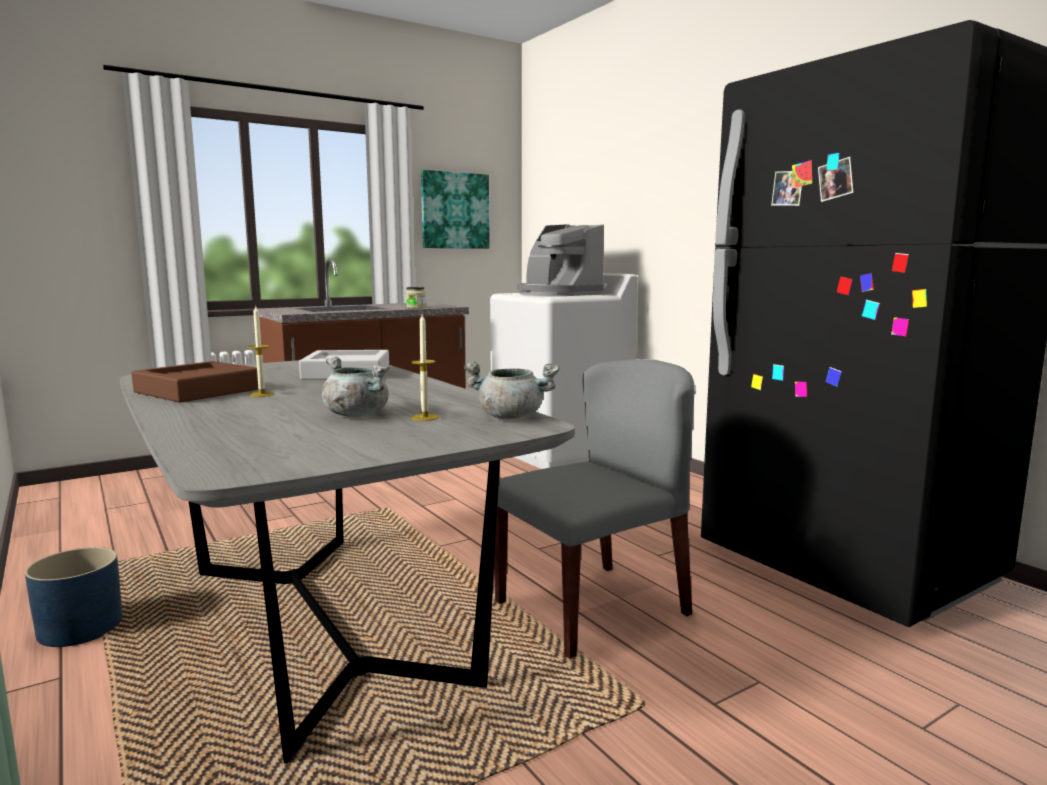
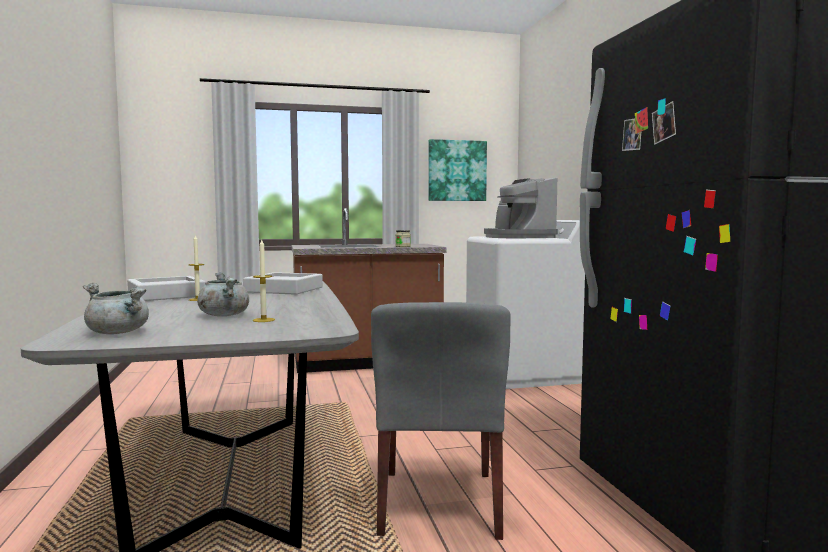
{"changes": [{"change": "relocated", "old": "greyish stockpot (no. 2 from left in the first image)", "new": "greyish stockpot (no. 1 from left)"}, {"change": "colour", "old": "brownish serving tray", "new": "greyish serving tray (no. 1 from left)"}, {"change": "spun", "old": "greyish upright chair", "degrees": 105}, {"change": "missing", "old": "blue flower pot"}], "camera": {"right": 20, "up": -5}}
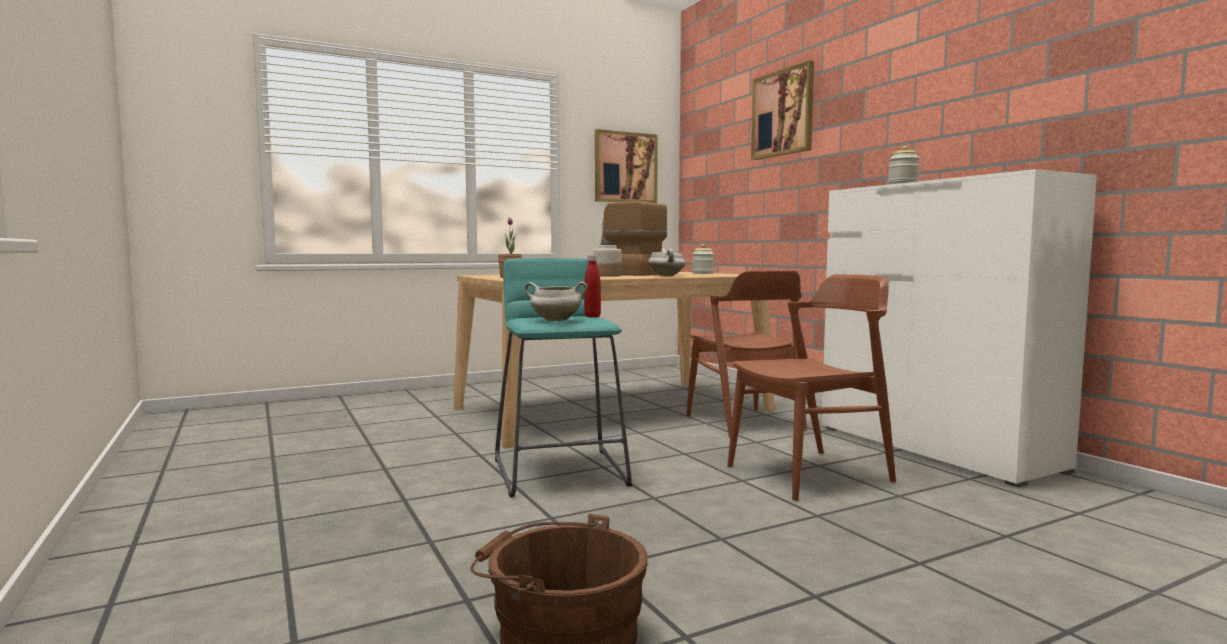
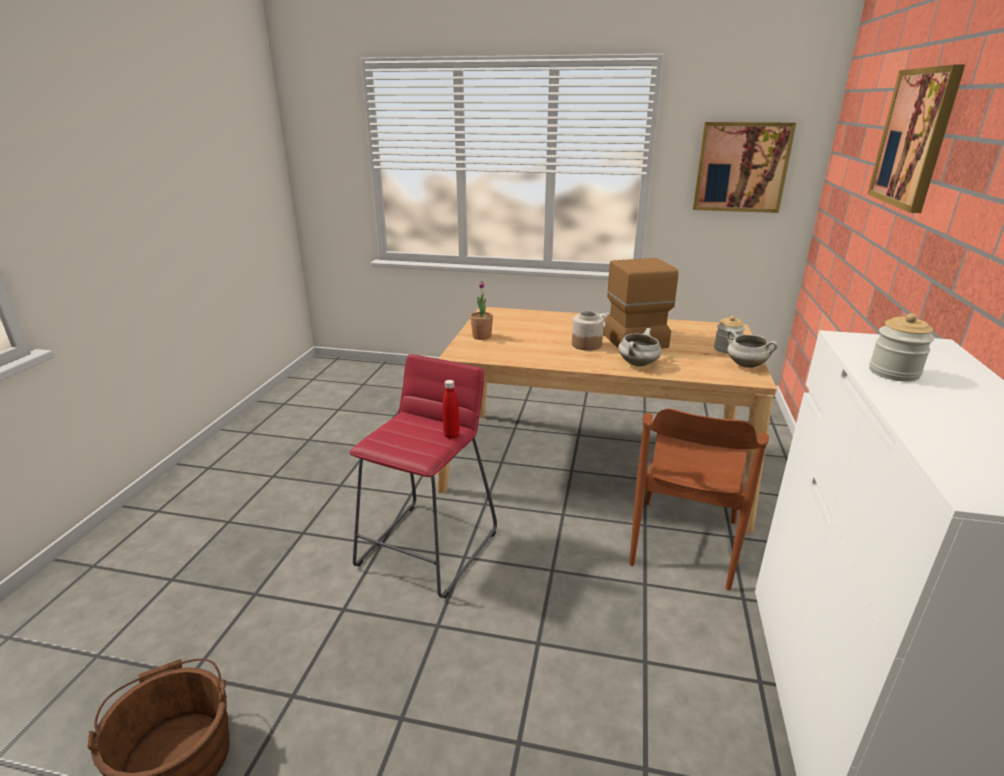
{"changes": [{"change": "colour", "old": "turquoise-coloured stool seat", "new": "reddish stool seat"}, {"change": "relocated", "old": "white-coloured stockpot (no. 1 from left in the first image)", "new": "white-coloured stockpot (no. 2 from left)"}, {"change": "missing", "old": "brownish upright chair (no. 2 from left)"}], "camera": {"right": 40, "up": 20}}
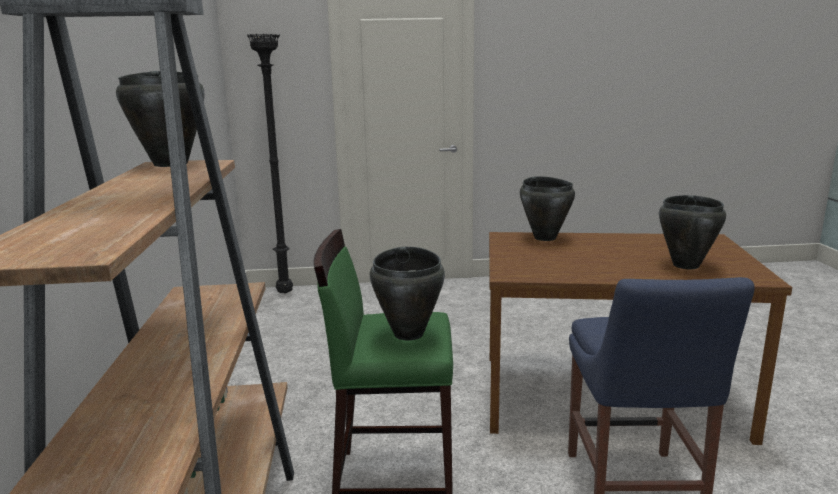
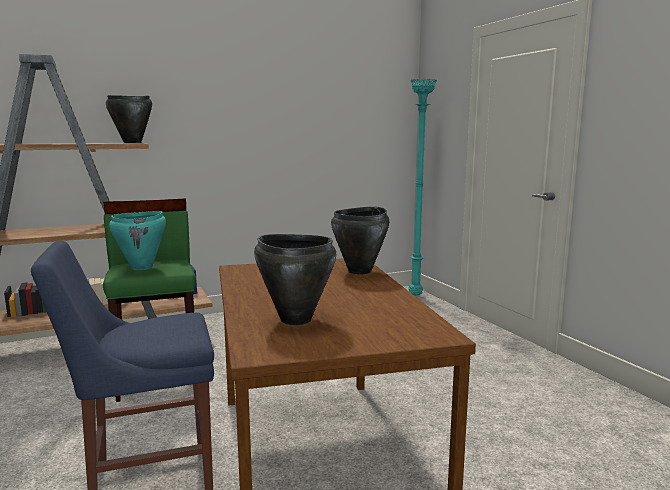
{"changes": [{"change": "colour", "old": "blackish stockpot (no. 2 from left)", "new": "turquoise-coloured stockpot"}, {"change": "colour", "old": "blackish standing lamp", "new": "turquoise-coloured standing lamp"}], "camera": {"right": 70, "up": -5}}
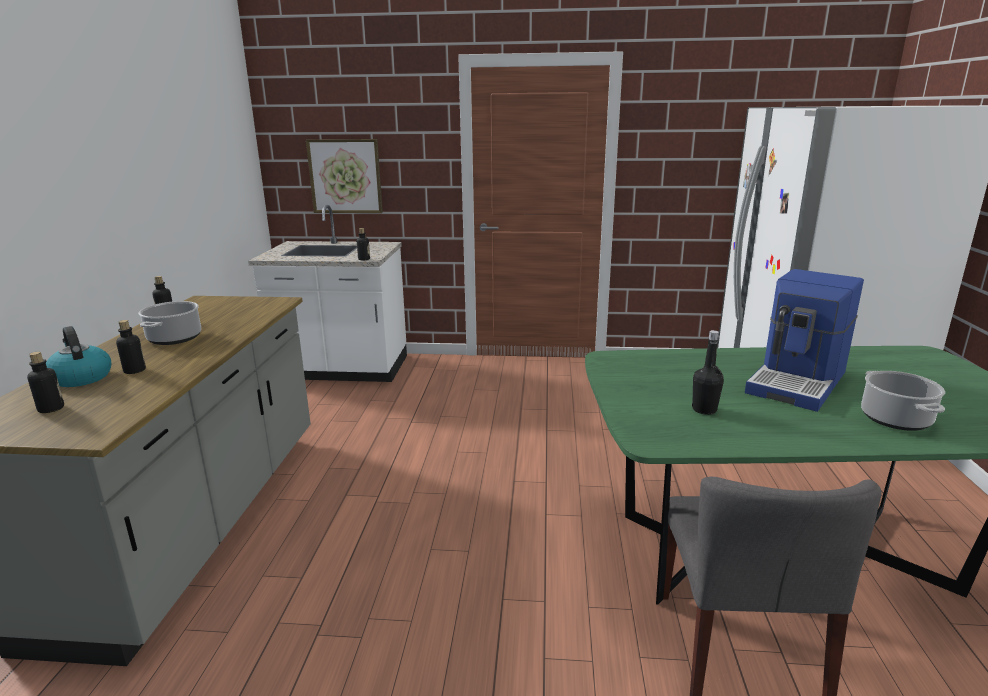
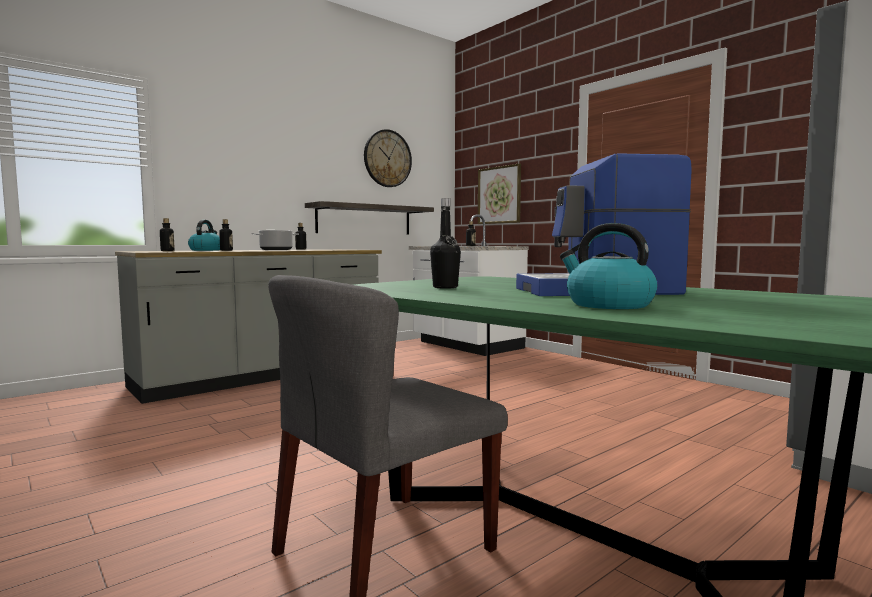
{"changes": [{"change": "appeared", "new": "shelf"}, {"change": "appeared", "new": "hanging clock"}, {"change": "exchanged", "old": "stockpot (no. 2 from left)", "new": "tea kettle (no. 2 from left)"}], "camera": {"right": 45, "up": -15}}
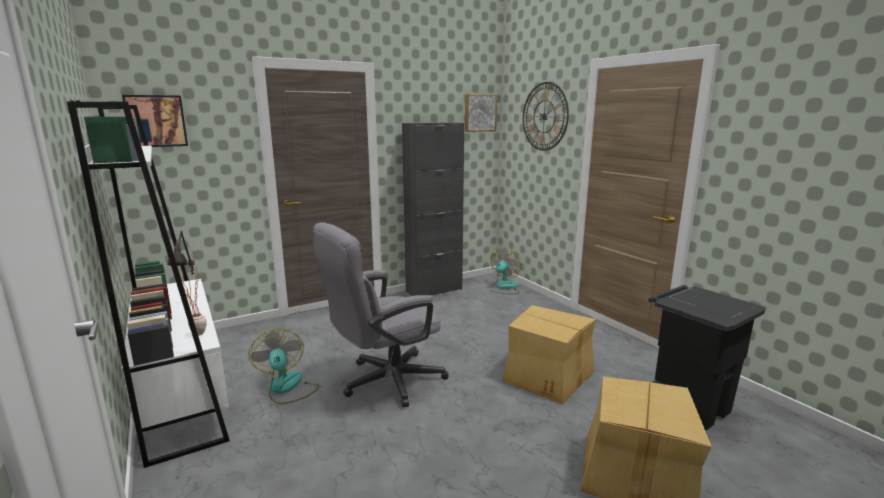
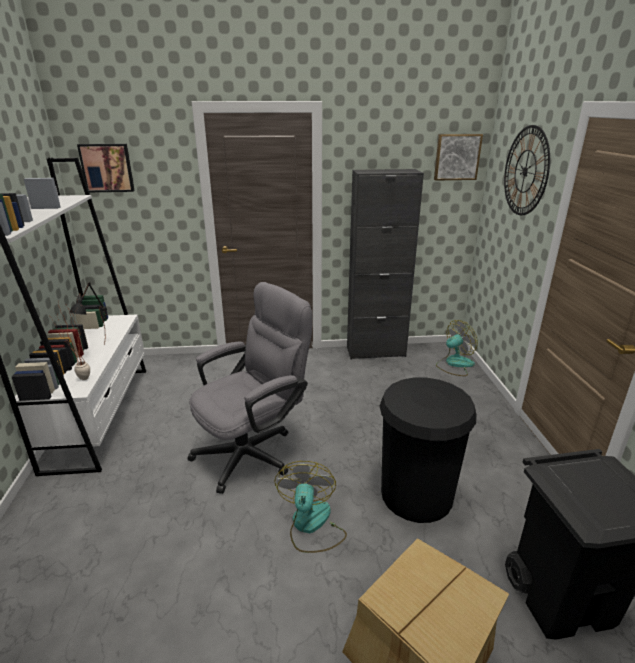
{"changes": [{"change": "spun", "old": "greyish computer chair", "degrees": 150}, {"change": "relocated", "old": "cooling fan (no. 1 from left)"}, {"change": "exchanged", "old": "packing box (no. 1 from left)", "new": "blackish rubbish bin (no. 1 from left)"}], "camera": {"right": 25, "up": 10}}
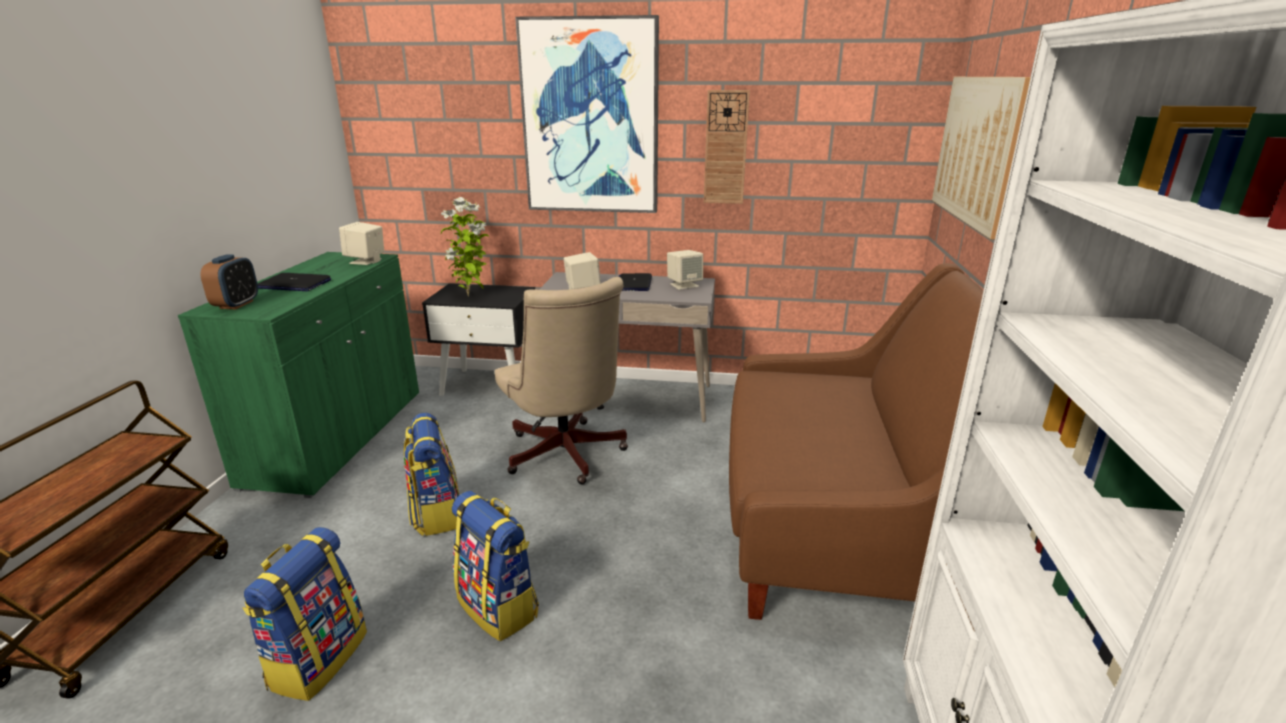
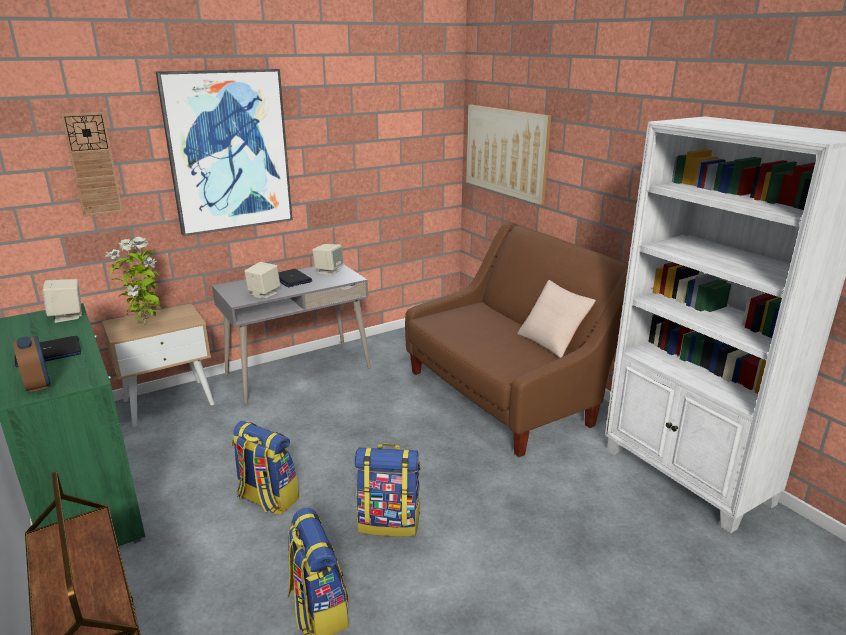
{"changes": [{"change": "relocated", "old": "hanging clock"}, {"change": "colour", "old": "blackish bedside table", "new": "sand-coloured bedside table"}, {"change": "appeared", "new": "sand-coloured cushion"}, {"change": "missing", "old": "sand-coloured computer chair"}], "camera": {"right": -40, "up": 0}}
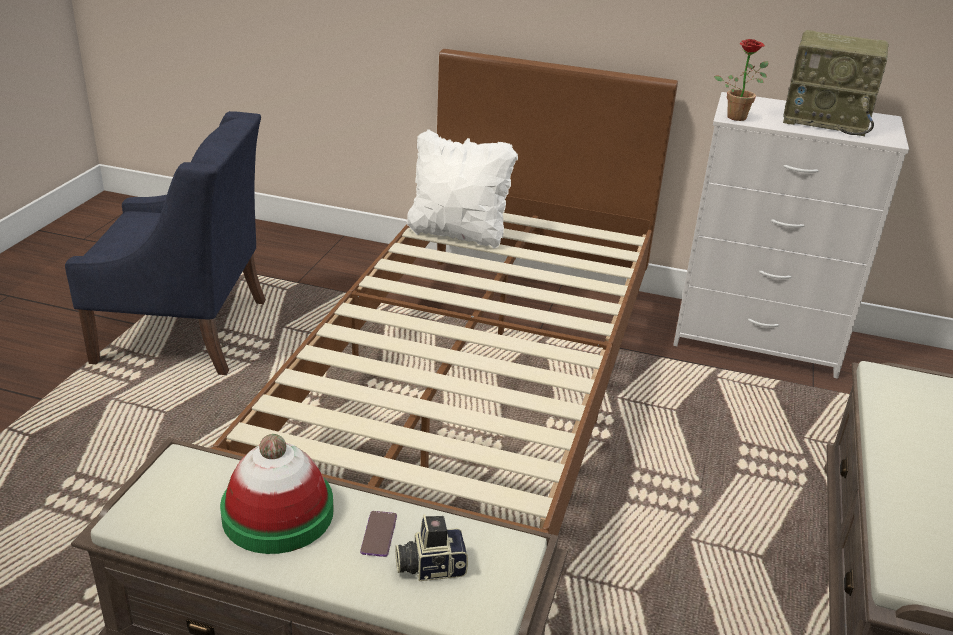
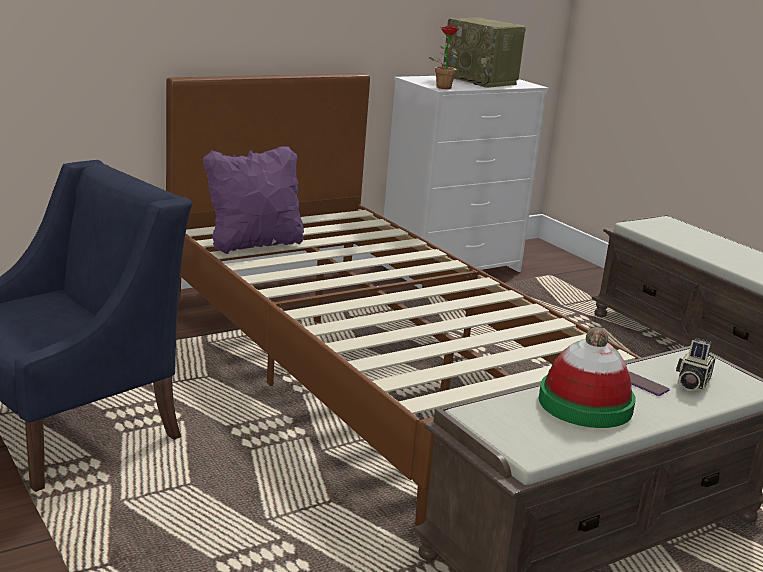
{"changes": [{"change": "colour", "old": "white-coloured cushion", "new": "purplish cushion"}, {"change": "spun", "old": "radio set", "degrees": 75}], "camera": {"right": -50, "up": -10}}
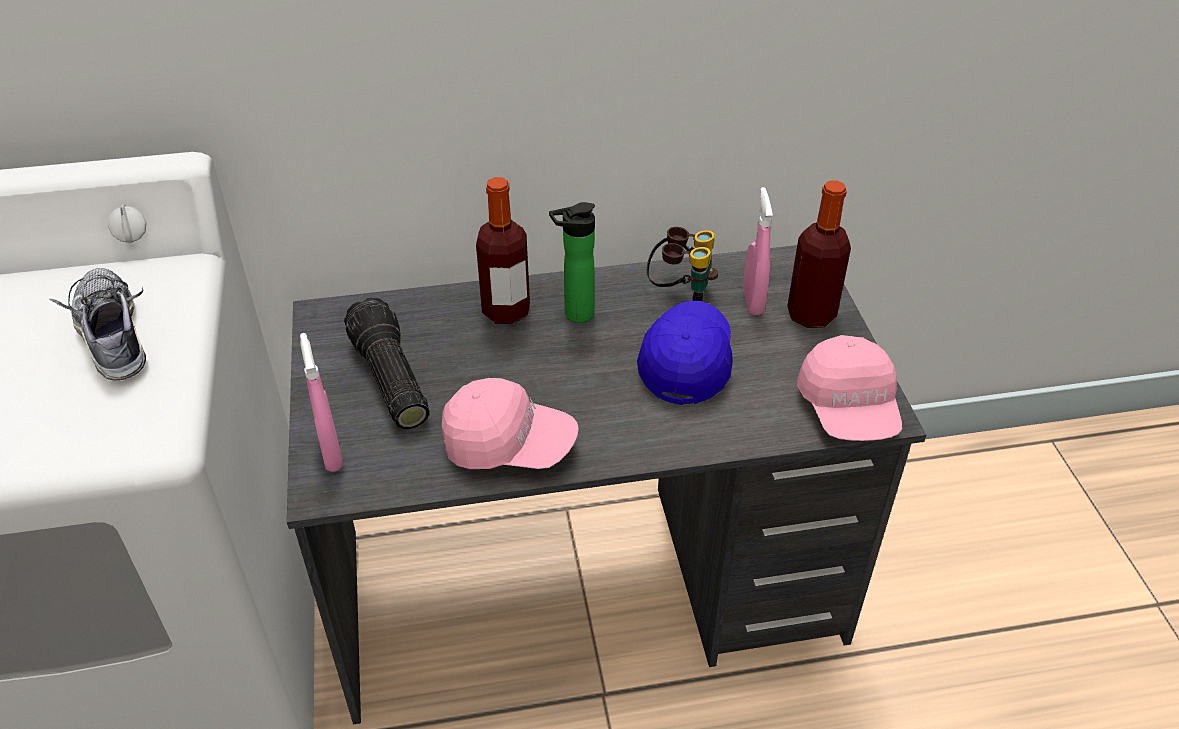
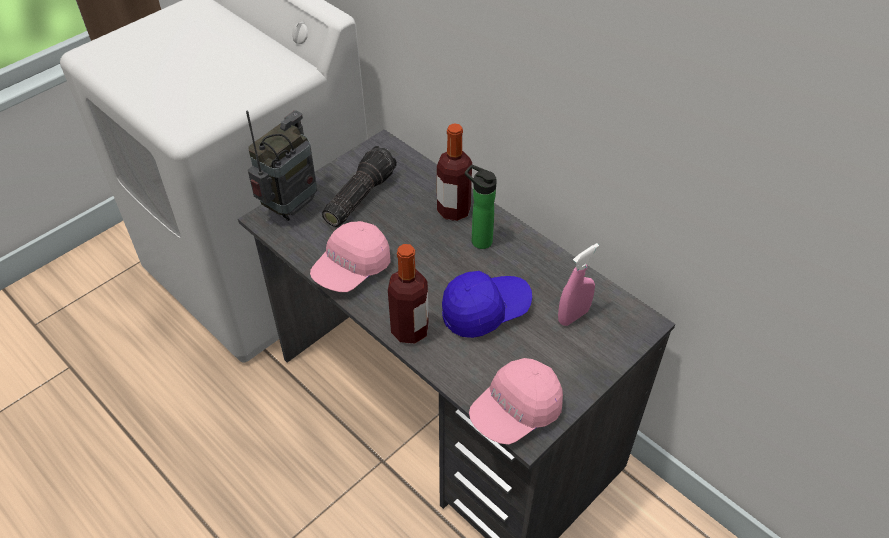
{"changes": [{"change": "exchanged", "old": "pink spray bottle (no. 1 from left)", "new": "radio set"}, {"change": "spun", "old": "pink baseball cap (no. 1 from left)", "degrees": 60}, {"change": "relocated", "old": "drink bottle (no. 3 from left in the first image)", "new": "drink bottle (no. 1 from left)"}, {"change": "missing", "old": "item of footwear"}, {"change": "missing", "old": "binoculars"}], "camera": {"right": 55, "up": 5}}
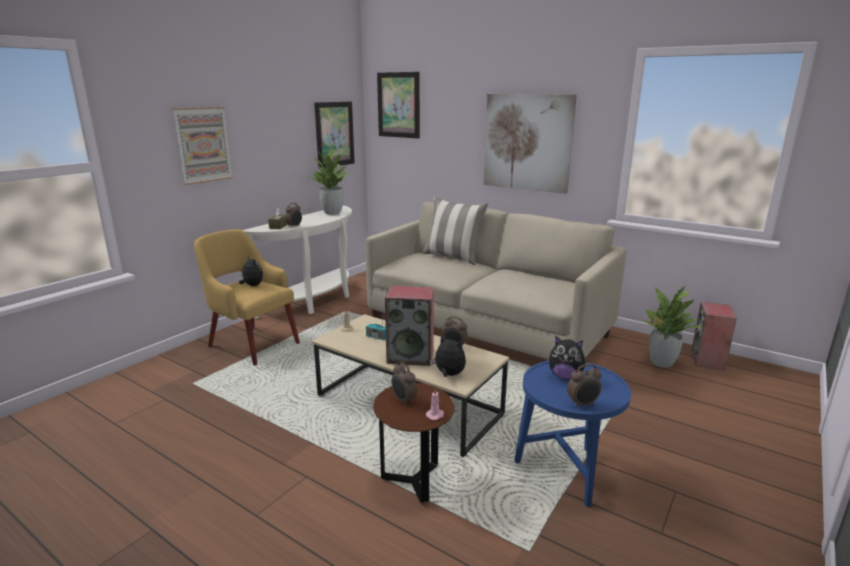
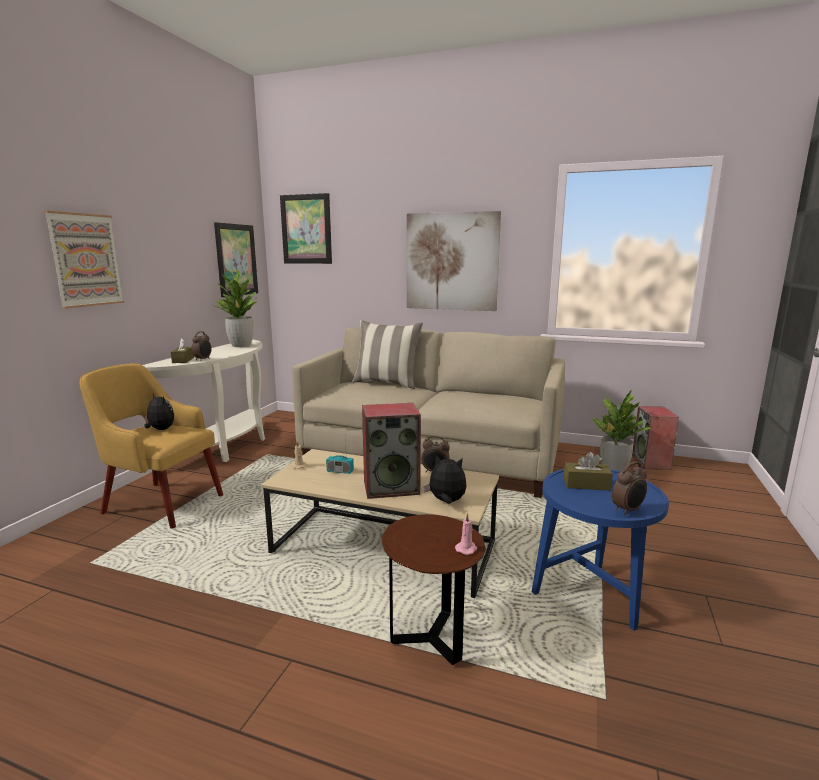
{"changes": [{"change": "exchanged", "old": "plush toy (no. 3 from left)", "new": "brownish tissue holder (no. 2 from left)"}, {"change": "missing", "old": "table clock (no. 2 from left)"}], "camera": {"right": -15, "up": -5}}
